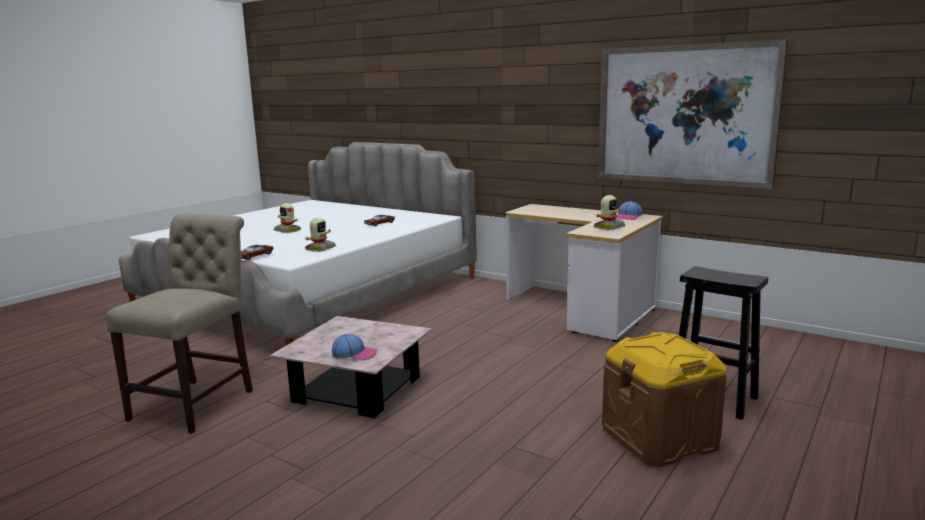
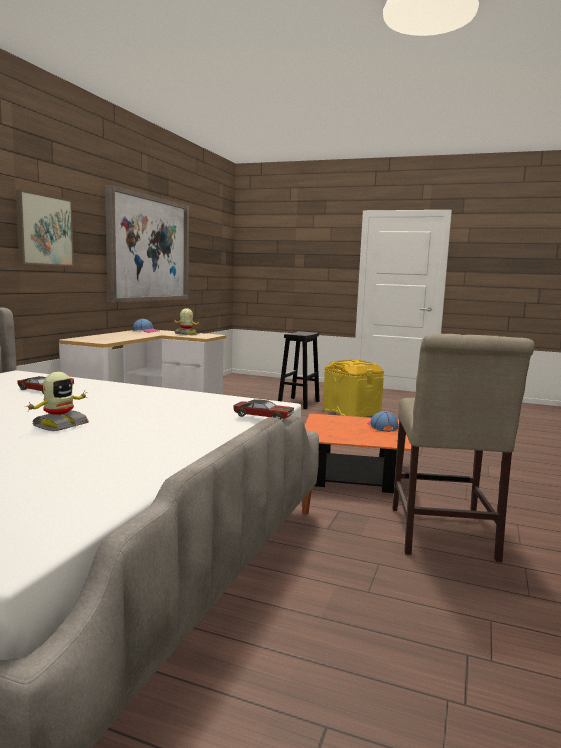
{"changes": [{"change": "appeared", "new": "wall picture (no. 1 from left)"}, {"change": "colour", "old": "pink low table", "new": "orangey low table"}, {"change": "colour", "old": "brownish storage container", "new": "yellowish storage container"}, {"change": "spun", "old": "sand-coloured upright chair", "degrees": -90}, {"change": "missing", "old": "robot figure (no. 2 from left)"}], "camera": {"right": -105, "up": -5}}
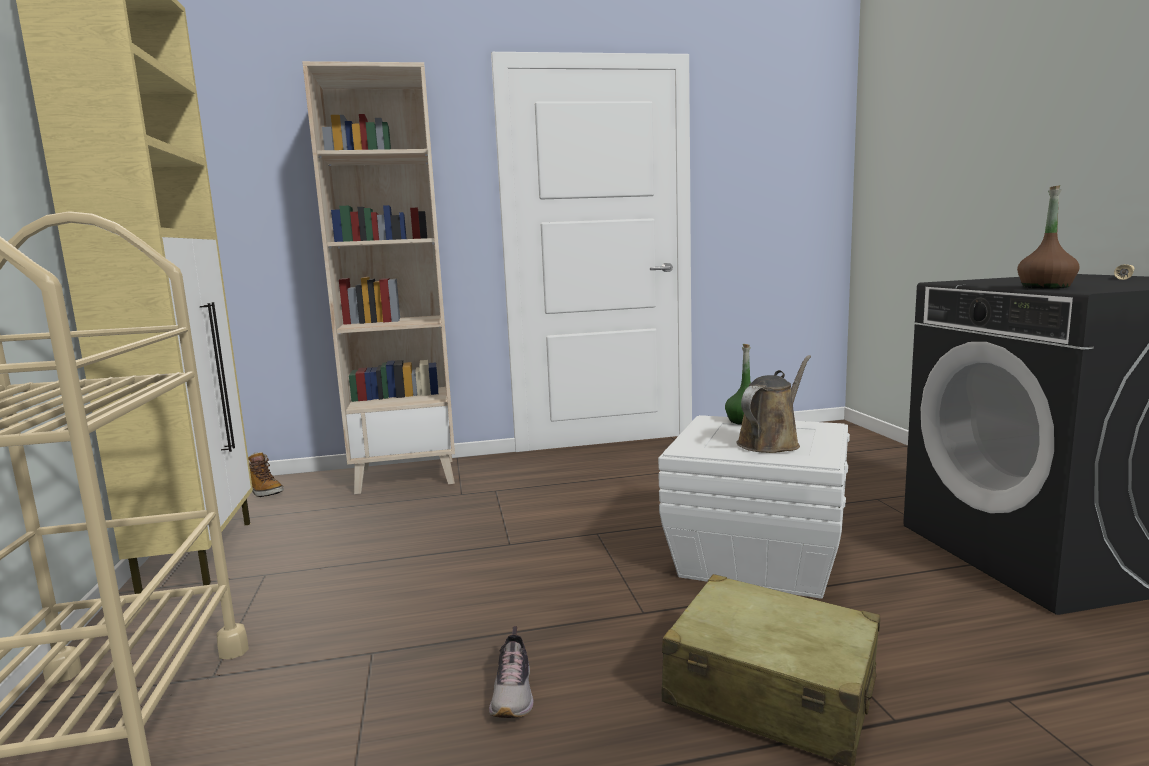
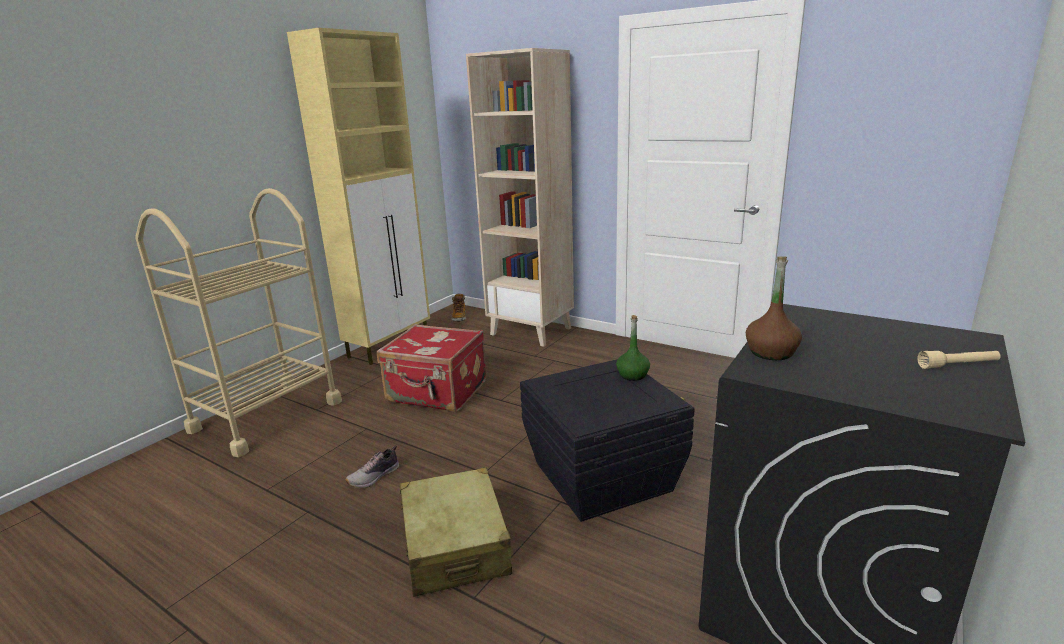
{"changes": [{"change": "appeared", "new": "reddish suitcase"}, {"change": "colour", "old": "white-coloured storage container", "new": "blackish storage container"}, {"change": "missing", "old": "brownish watering pot"}], "camera": {"right": 45, "up": 10}}
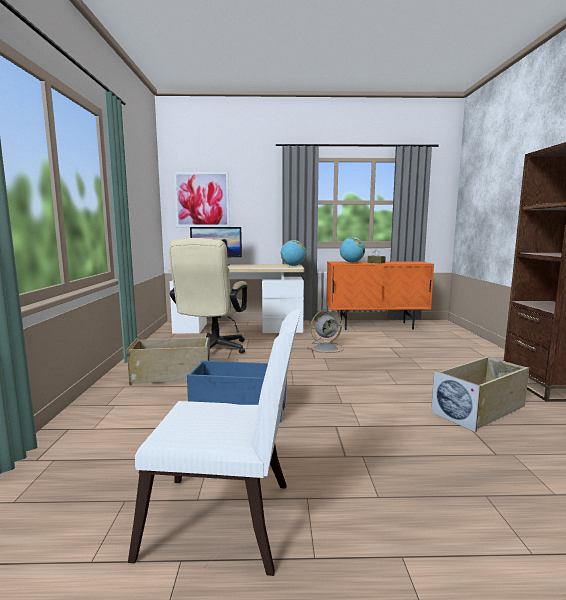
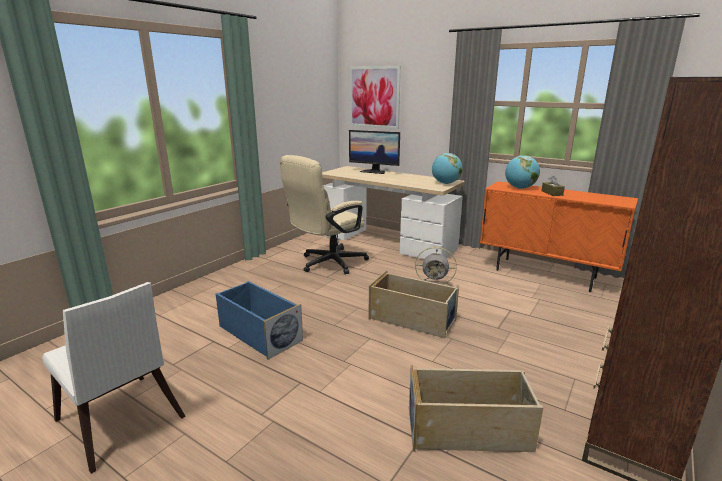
{"changes": [{"change": "relocated", "old": "sand-coloured storage container (no. 1 from left)"}], "camera": {"right": 35, "up": 10}}
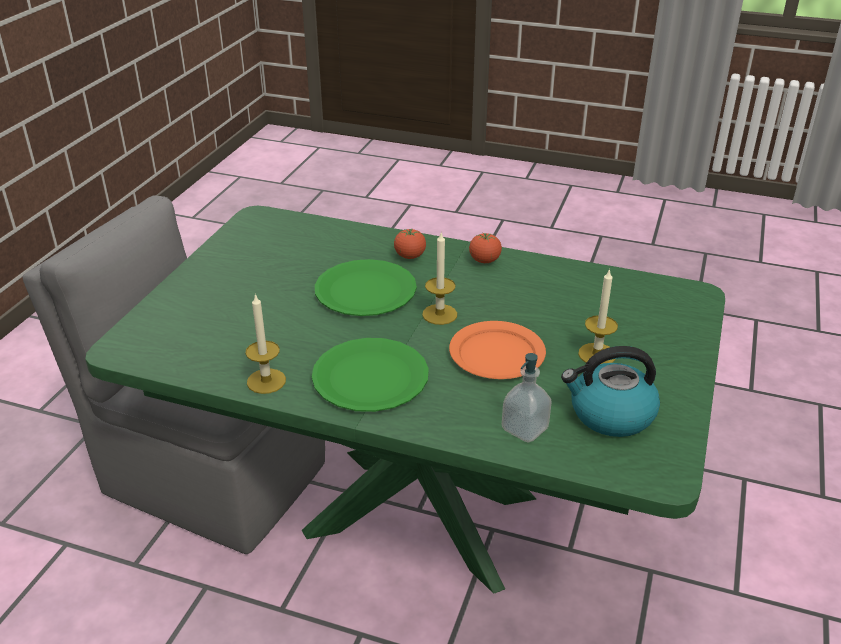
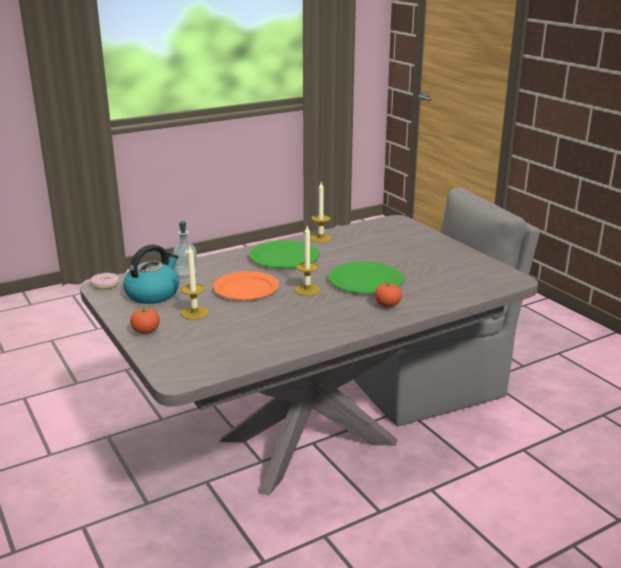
{"changes": [{"change": "colour", "old": "greenish kitchen table", "new": "greyish kitchen table"}, {"change": "appeared", "new": "donut"}, {"change": "relocated", "old": "fresh tomato (no. 2 from left in the first image)", "new": "fresh tomato (no. 1 from left)"}], "camera": {"right": 130, "up": -10}}
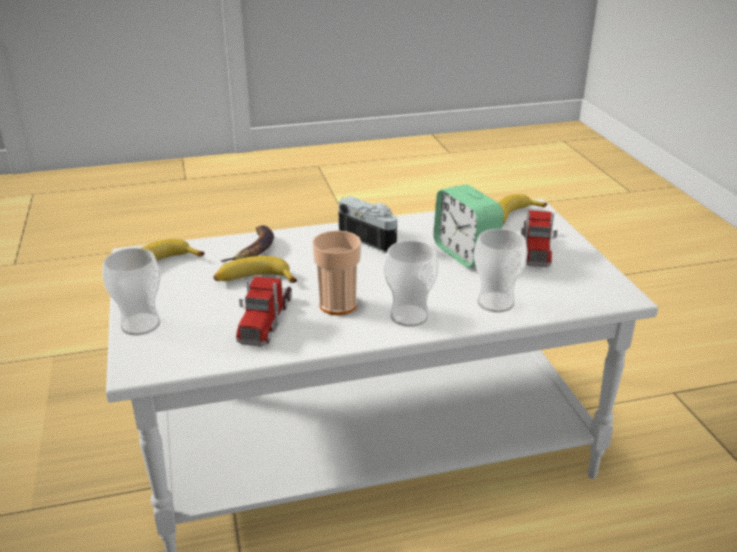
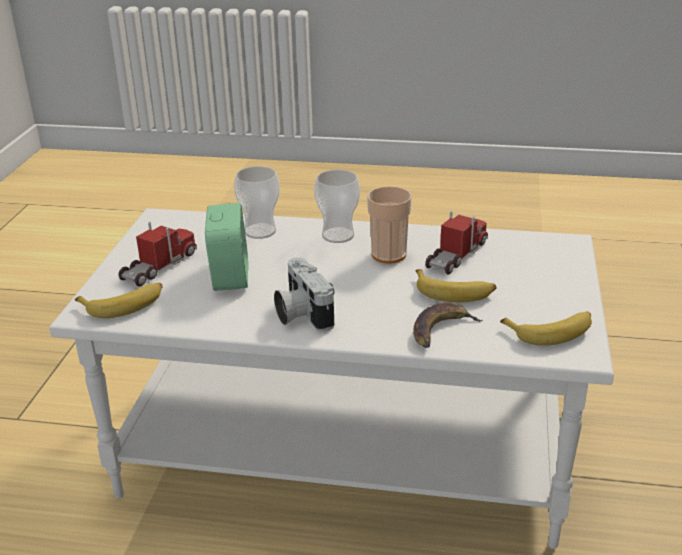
{"changes": [{"change": "missing", "old": "small cup (no. 1 from left)"}], "camera": {"right": -155, "up": 0}}
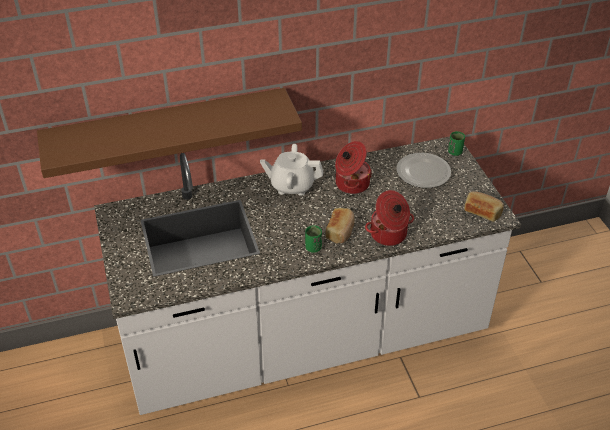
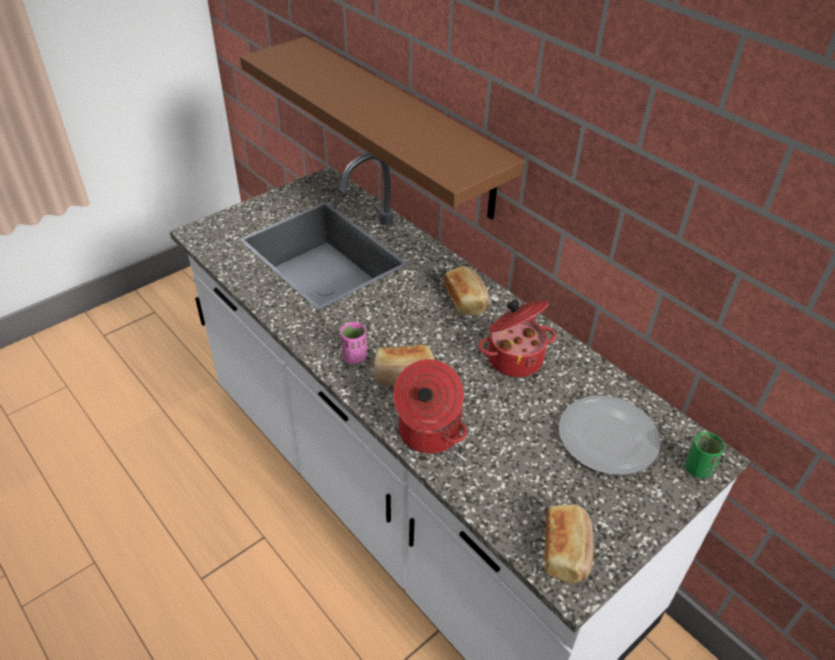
{"changes": [{"change": "colour", "old": "greenish small cup (no. 1 from left)", "new": "pink small cup"}, {"change": "exchanged", "old": "white-coloured tea pot", "new": "bakery bread (no. 2 from left)"}], "camera": {"right": 65, "up": 0}}
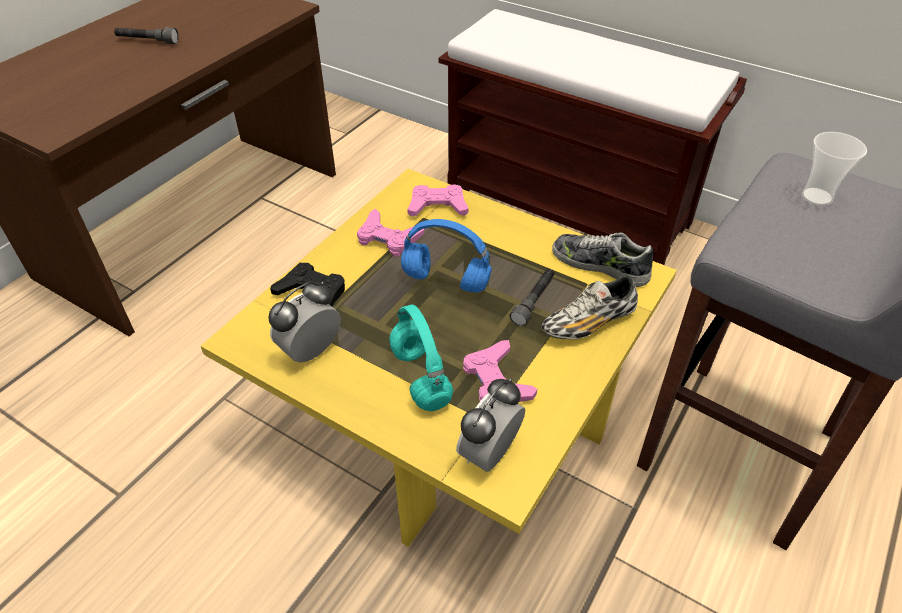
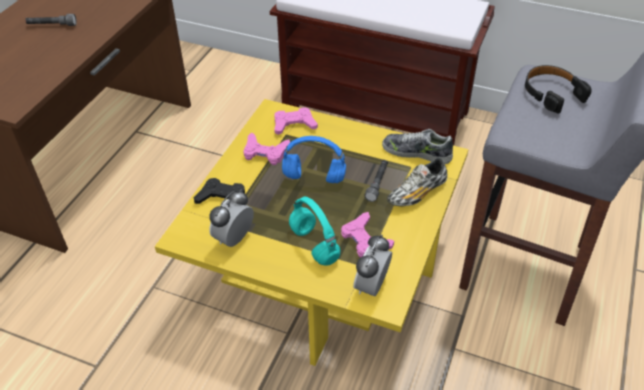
{"changes": [{"change": "exchanged", "old": "small cup", "new": "blackish headphones"}], "camera": {"right": -10, "up": 0}}
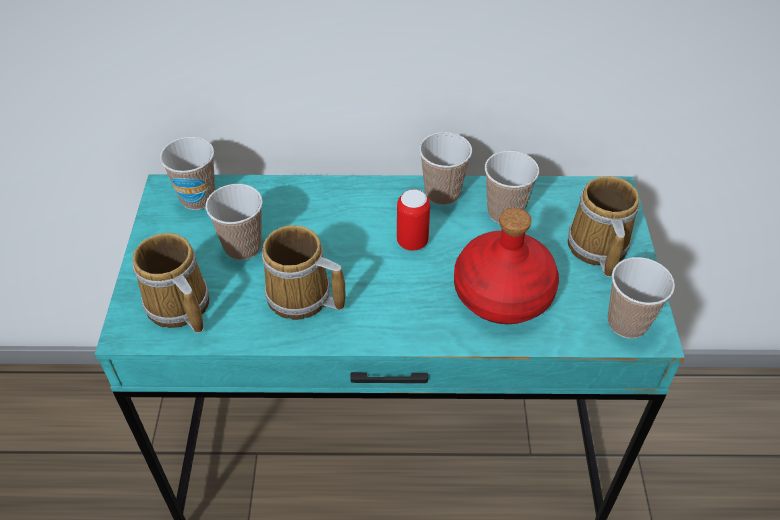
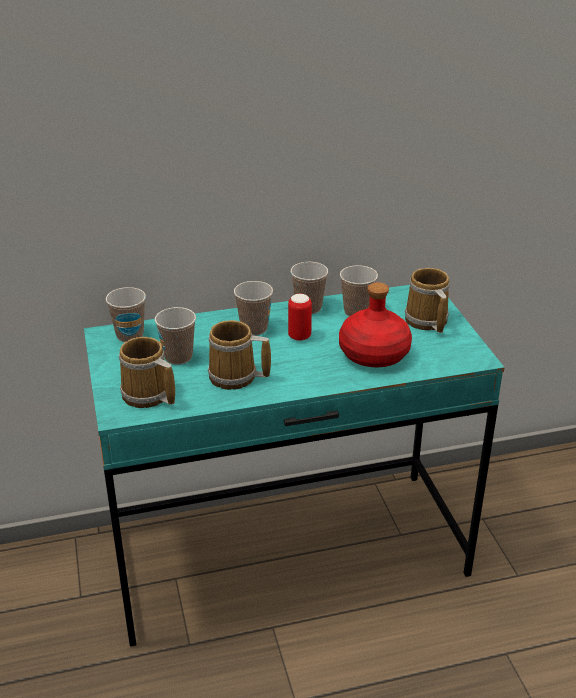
{"changes": [{"change": "relocated", "old": "small cup (no. 5 from left in the first image)", "new": "small cup (no. 3 from left)"}], "camera": {"right": -15, "up": -15}}
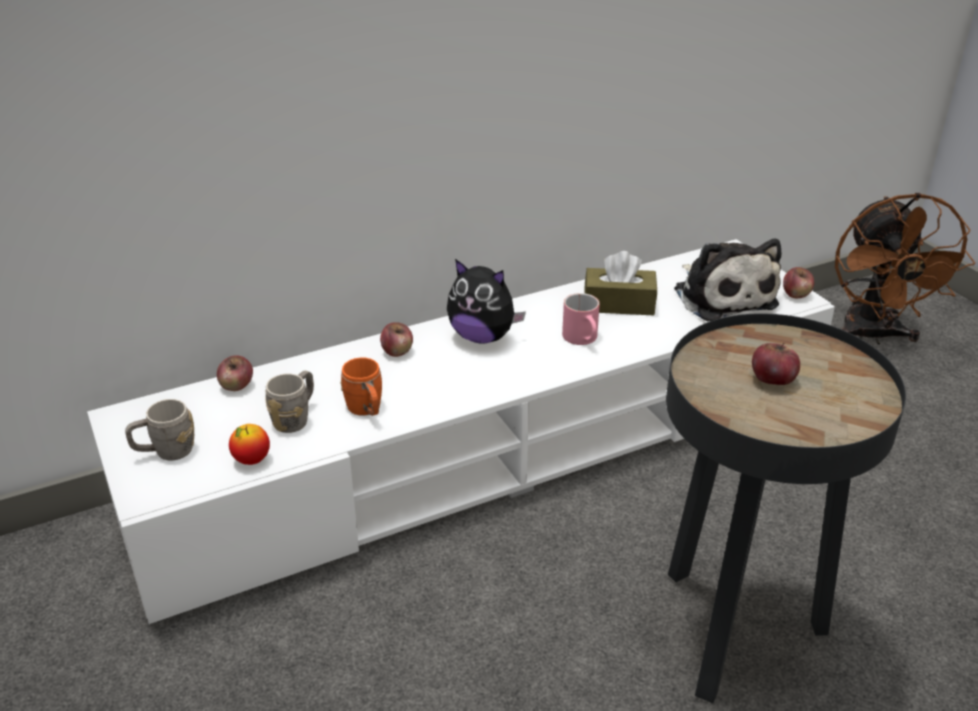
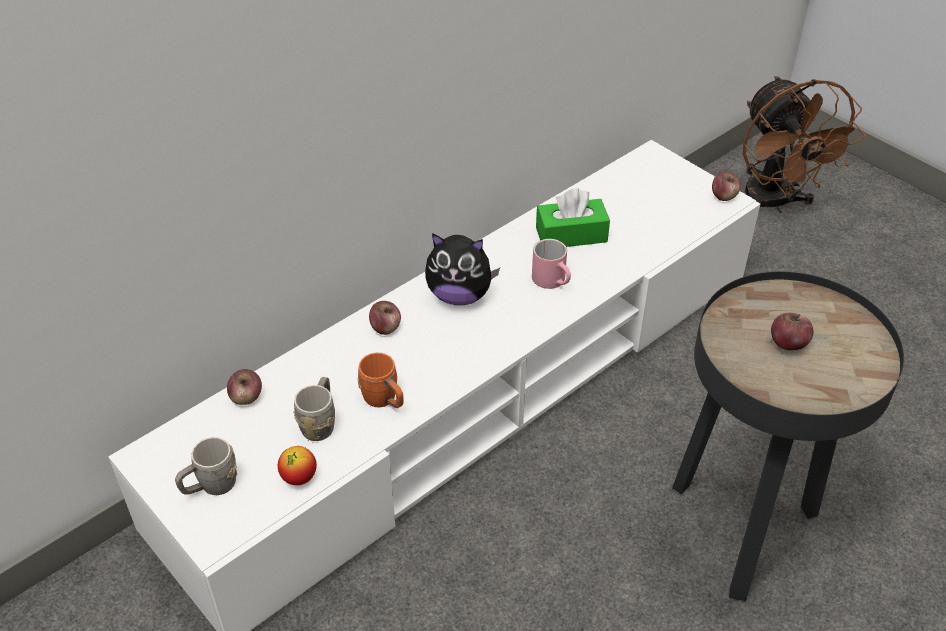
{"changes": [{"change": "colour", "old": "brownish tissue holder", "new": "greenish tissue holder"}, {"change": "missing", "old": "plush toy (no. 2 from left)"}], "camera": {"right": -15, "up": 10}}
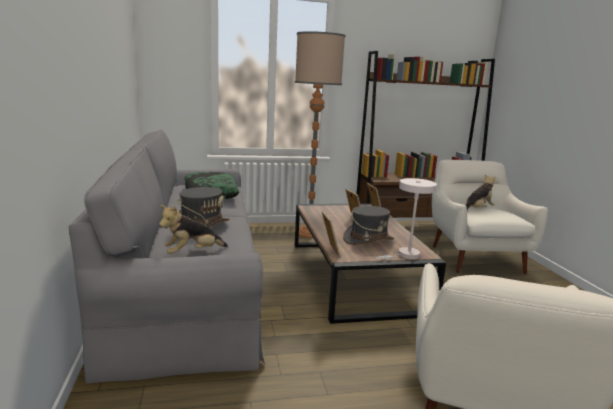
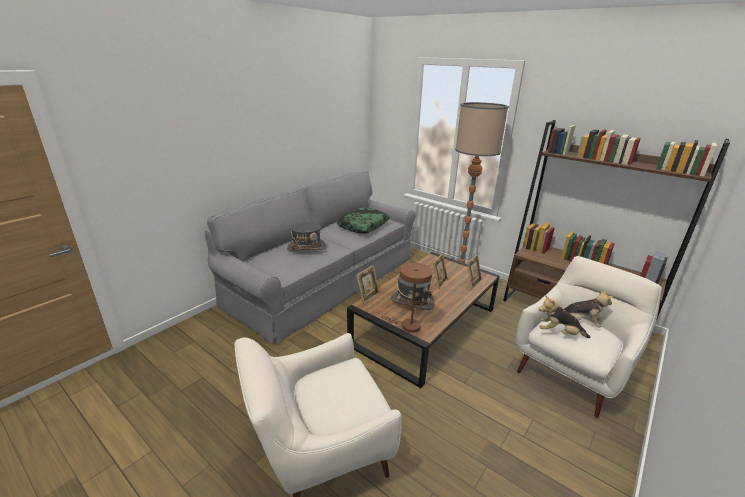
{"changes": [{"change": "colour", "old": "white-coloured tabletop lamp", "new": "brownish tabletop lamp"}, {"change": "relocated", "old": "plush toy (no. 1 from left)"}], "camera": {"right": 50, "up": 10}}
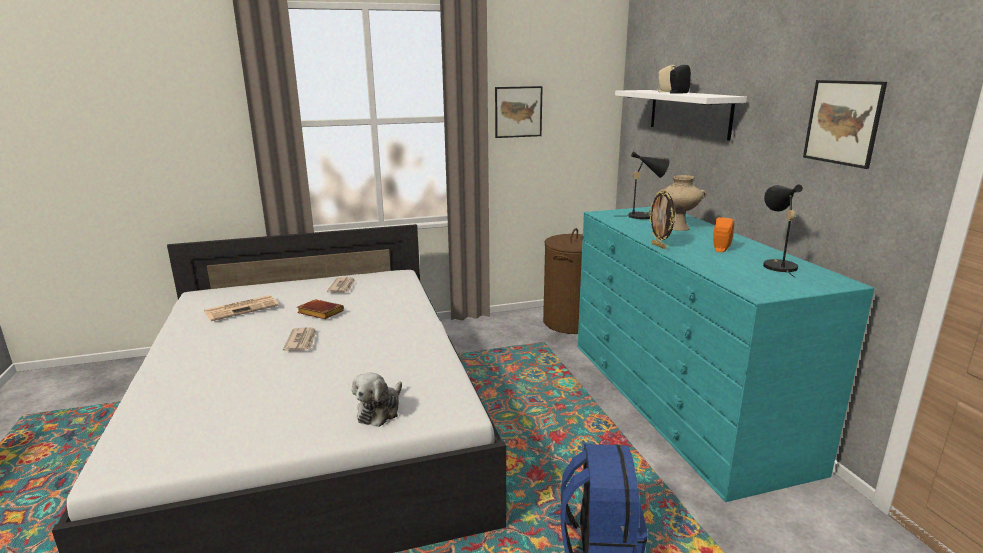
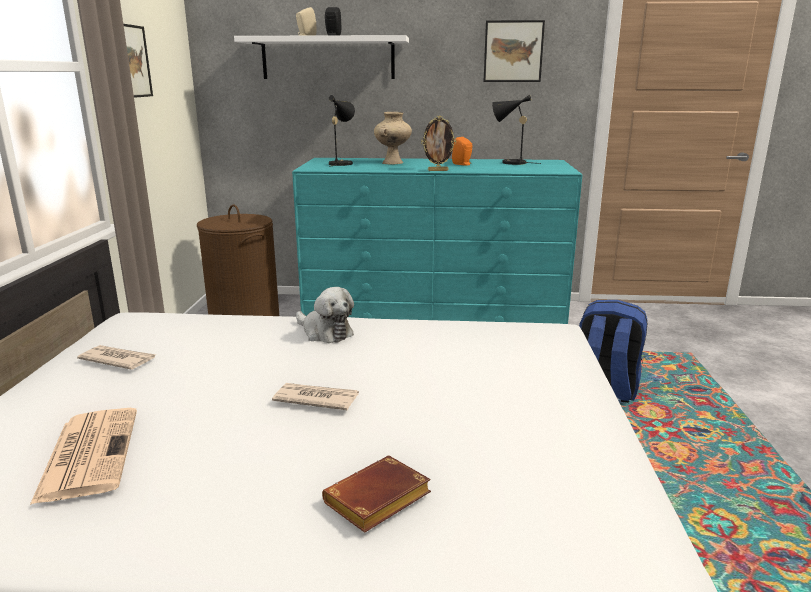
{"changes": [{"change": "relocated", "old": "plush toy"}, {"change": "relocated", "old": "brownish volume"}], "camera": {"right": -70, "up": 0}}
